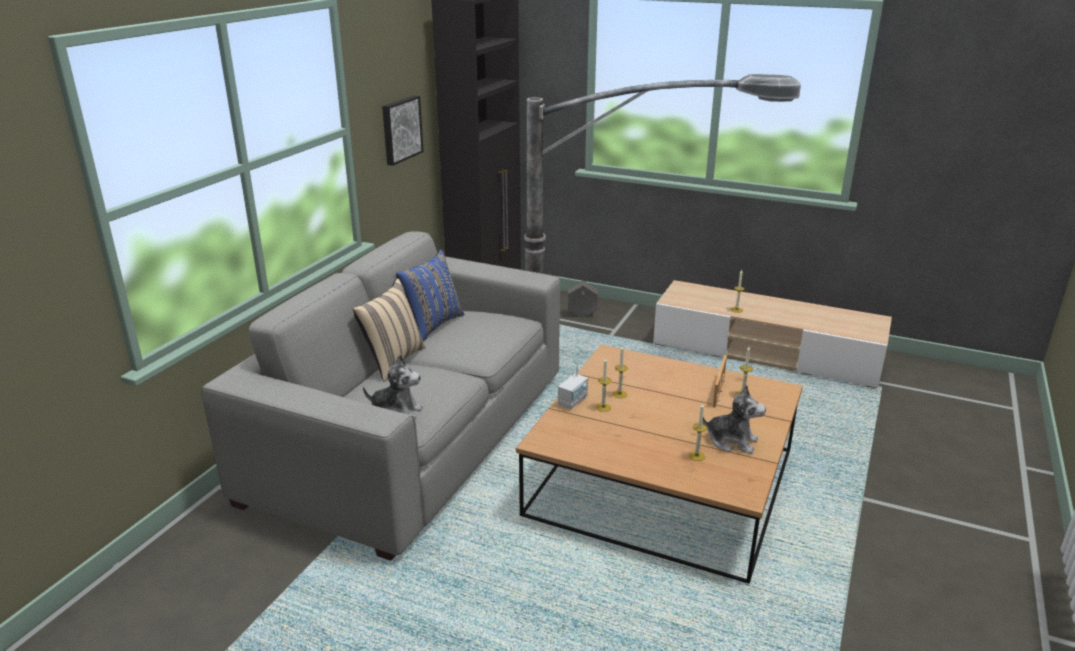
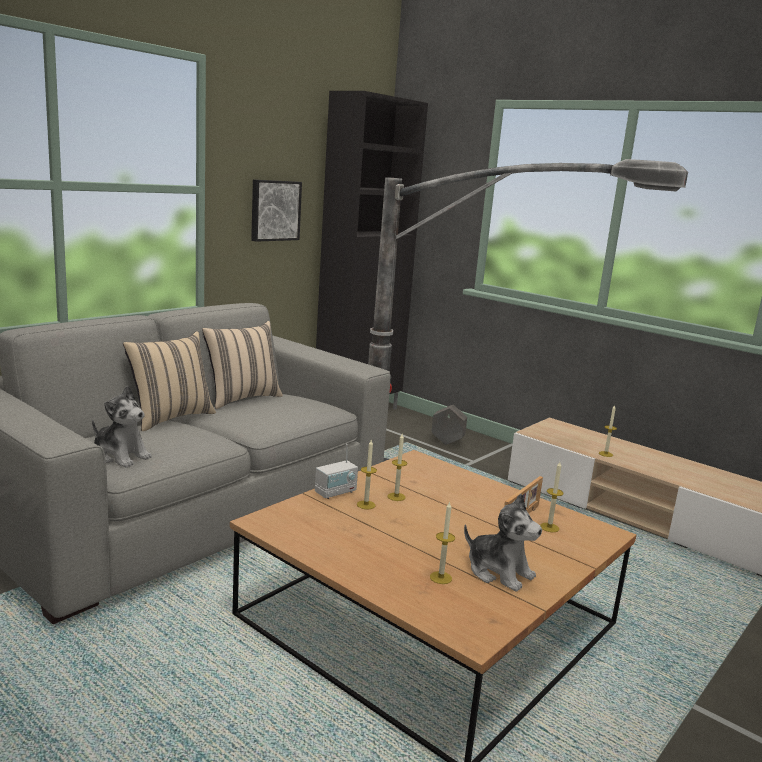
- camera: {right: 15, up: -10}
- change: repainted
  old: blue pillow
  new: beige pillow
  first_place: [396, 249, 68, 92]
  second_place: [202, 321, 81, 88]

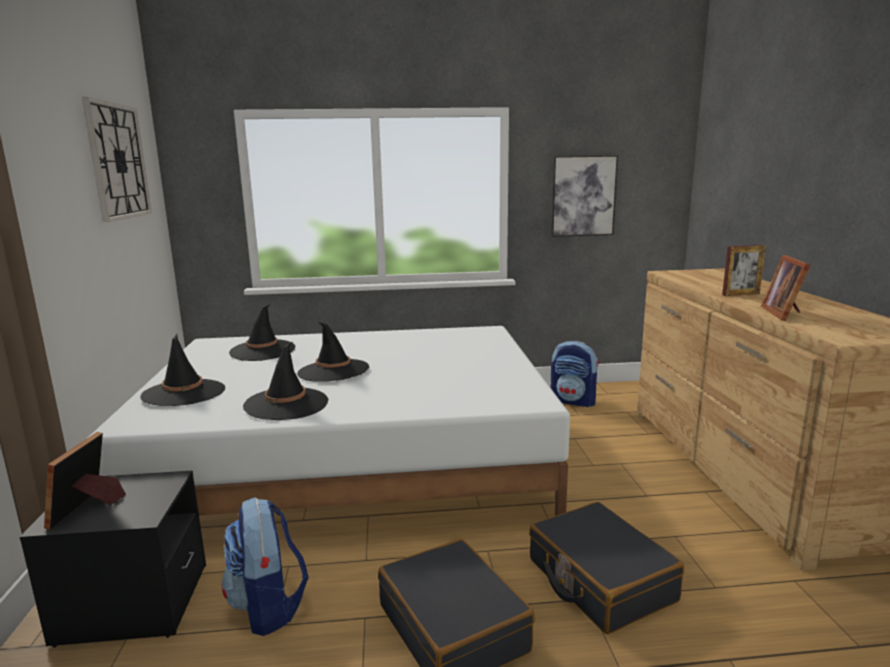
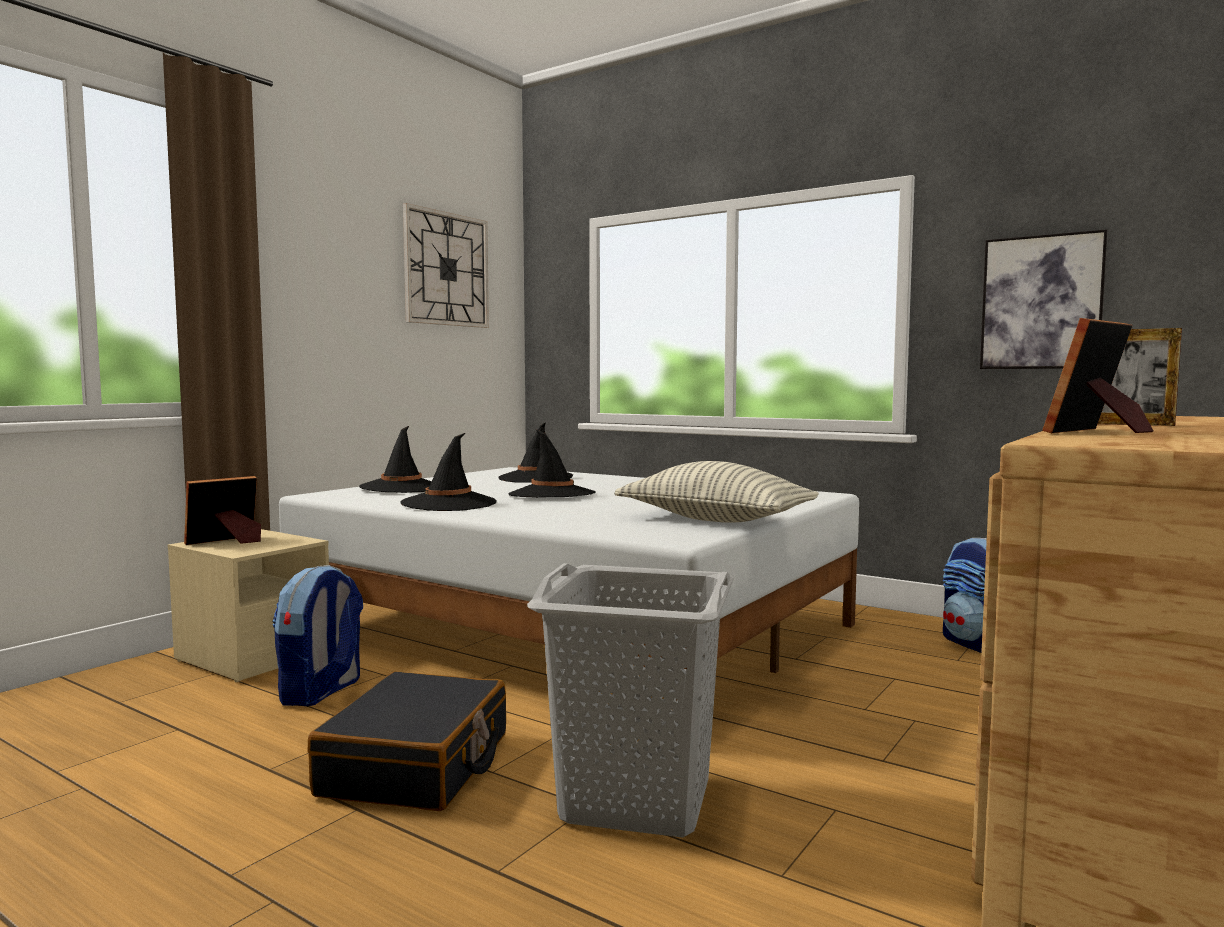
- camera: {right: 40, up: -10}
- change: repainted
  old: black nightstand
  new: beige nightstand
  first_place: [20, 471, 186, 177]
  second_place: [168, 529, 161, 153]
- change: swapped
  old: black suitcase
  new: grey laundry basket
  first_place: [529, 502, 155, 132]
  second_place: [527, 563, 206, 275]
- change: new
  new: pillow
  second_place: [614, 461, 205, 62]

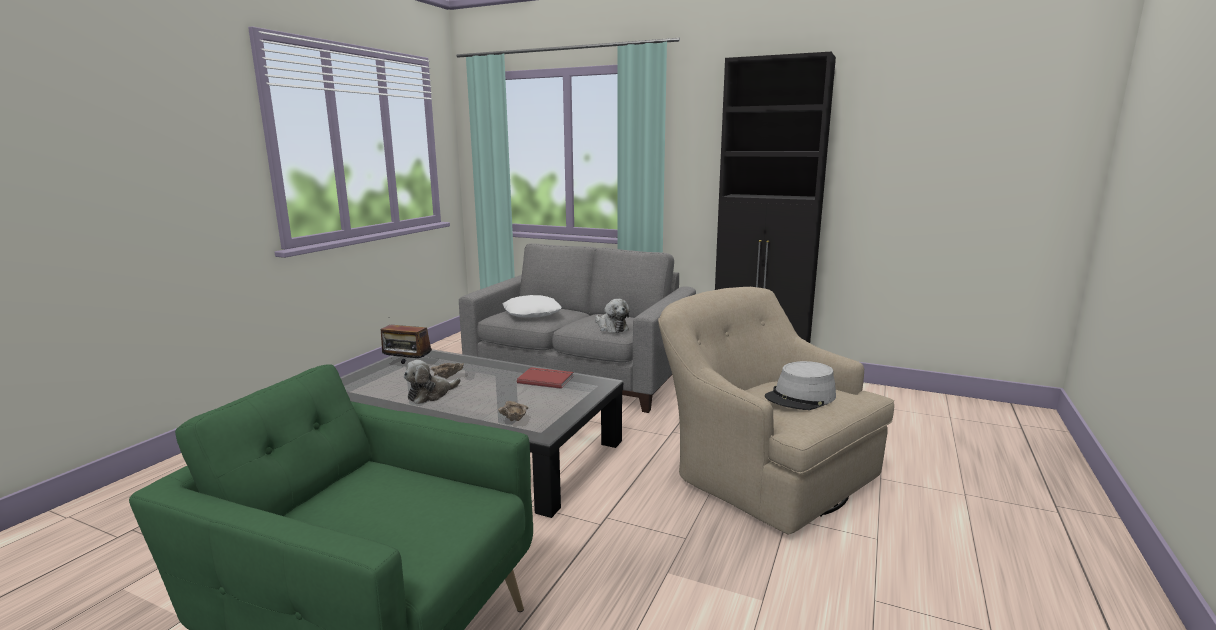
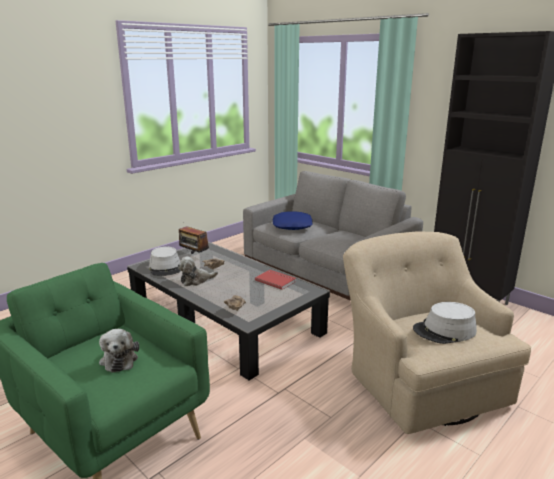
- camera: {right: 20, up: 5}
- change: repainted
  old: white pillow
  new: blue pillow
  first_place: [502, 295, 60, 23]
  second_place: [273, 212, 40, 18]
- change: shifted
  old: plush toy
  first_place: [595, 299, 35, 34]
  second_place: [99, 329, 40, 44]
- change: new
  new: grey hat
  second_place: [149, 246, 31, 30]

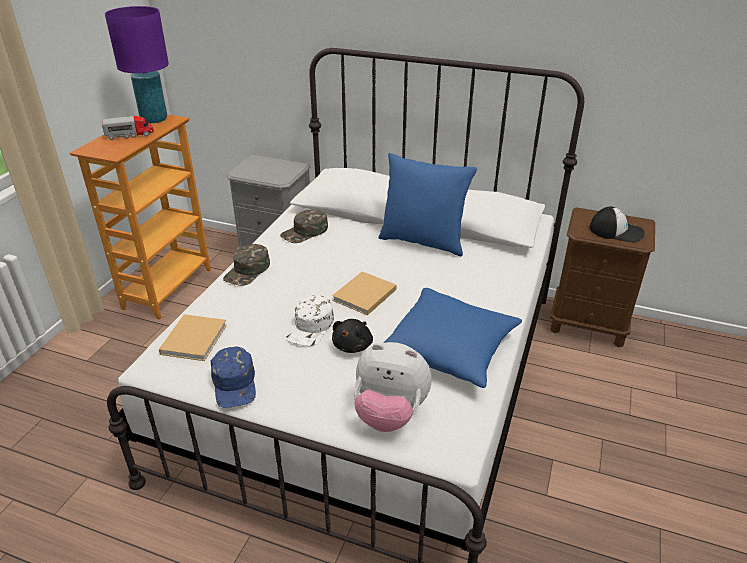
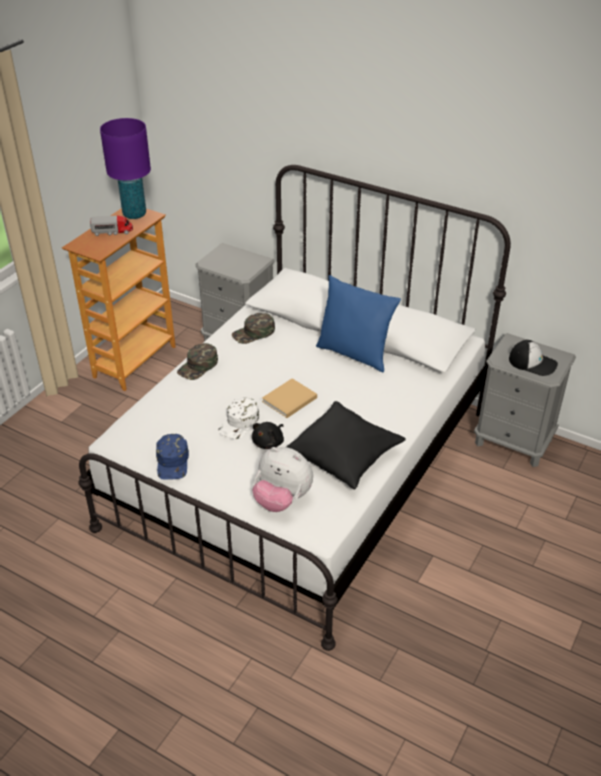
- camera: {right: 10, up: 5}
- change: repainted
  old: brown nightstand
  new: grey nightstand
  first_place: [550, 207, 105, 141]
  second_place: [474, 333, 102, 134]
- change: repainted
  old: blue pillow
  new: black pillow
  first_place: [384, 288, 138, 100]
  second_place: [286, 401, 120, 89]
- change: gone
  old: beige book
  first_place: [159, 314, 68, 47]

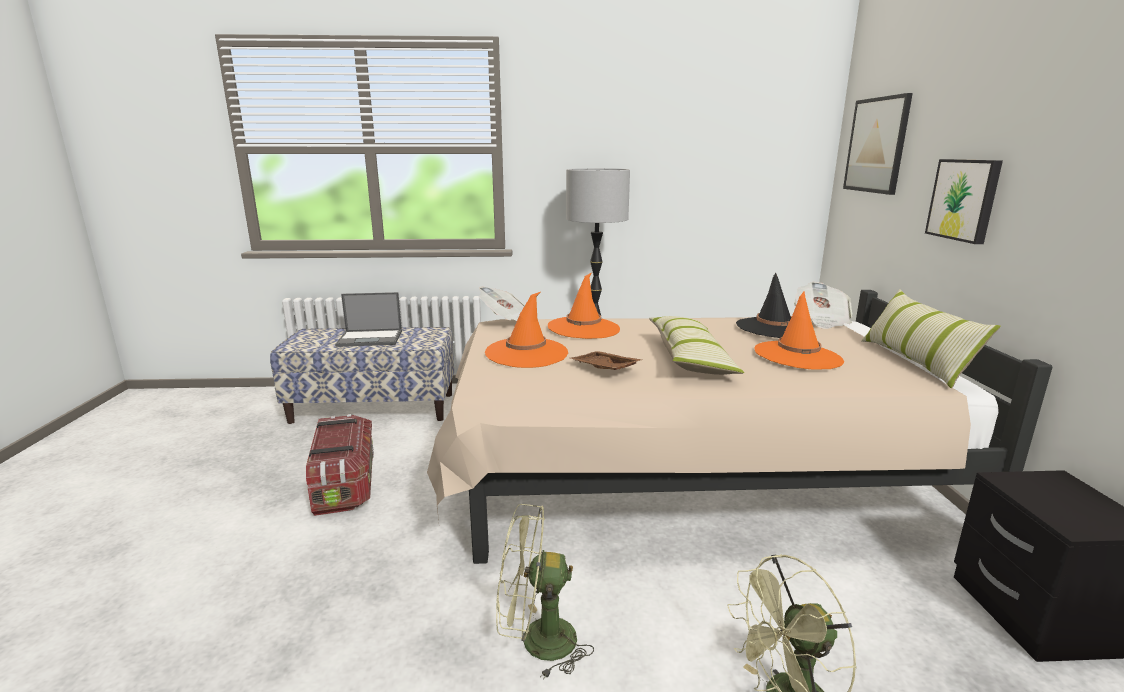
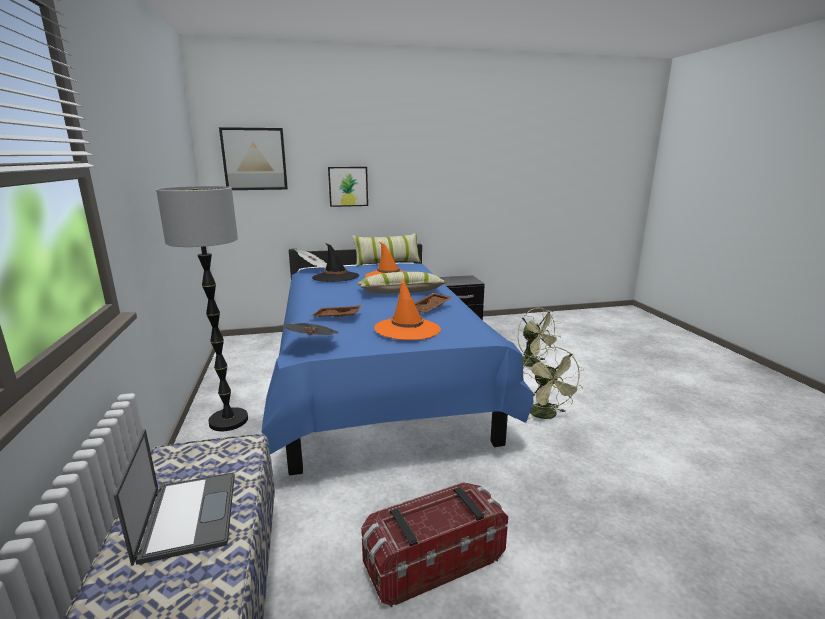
- camera: {right: -100, up: 0}
- change: swapped
  old: orange hat
  new: brown tray
  first_place: [548, 272, 72, 67]
  second_place: [311, 305, 52, 12]
- change: repainted
  old: beige bed
  new: blue bed
  first_place: [427, 290, 625, 274]
  second_place: [261, 244, 272, 232]

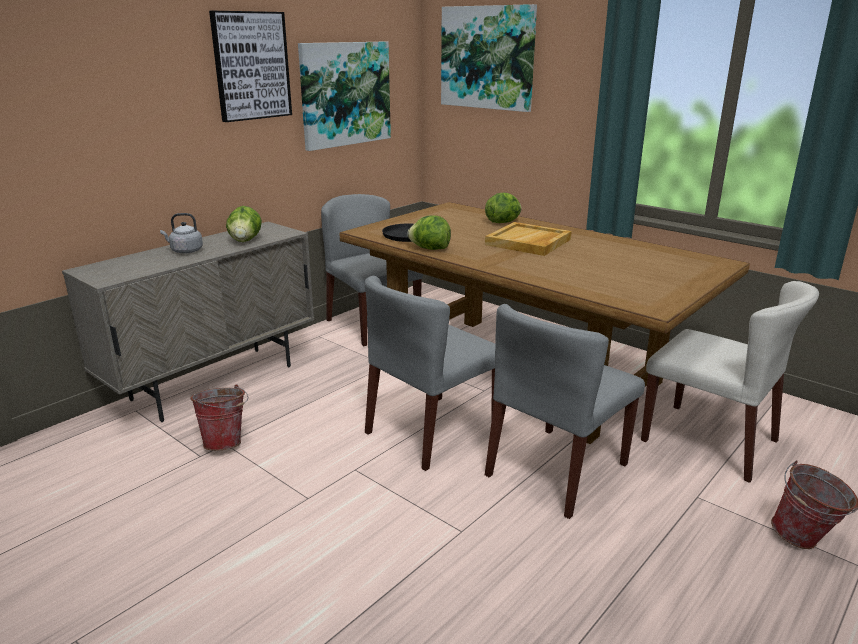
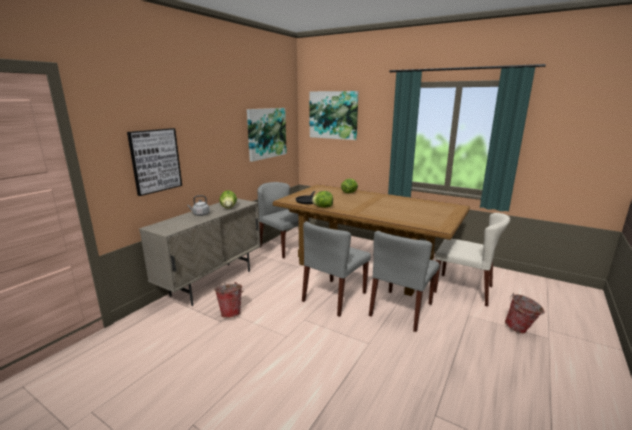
- camera: {right: -10, up: -5}
- change: shifted
  old: picture
  first_place: [209, 11, 83, 111]
  second_place: [127, 128, 55, 68]
- change: gone
  old: beige tray
  first_place: [485, 222, 87, 34]

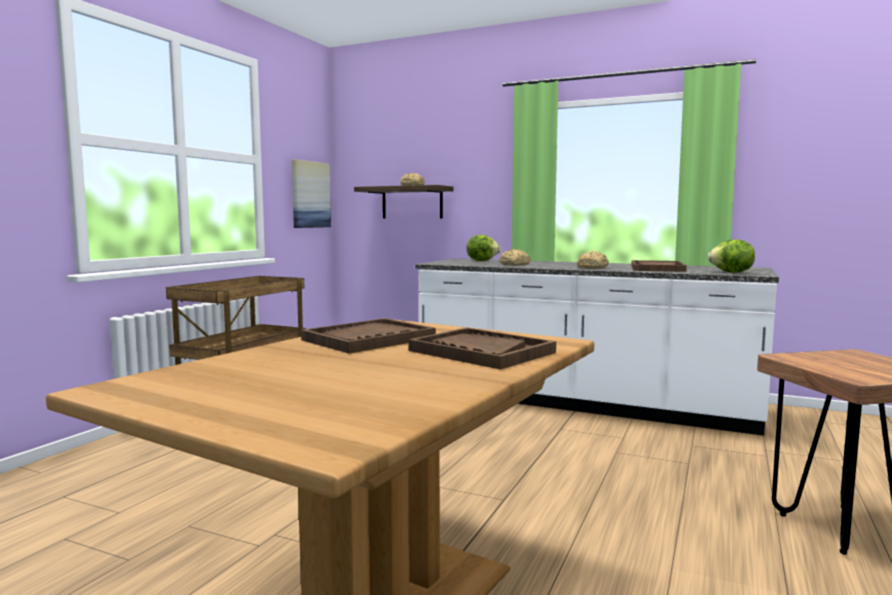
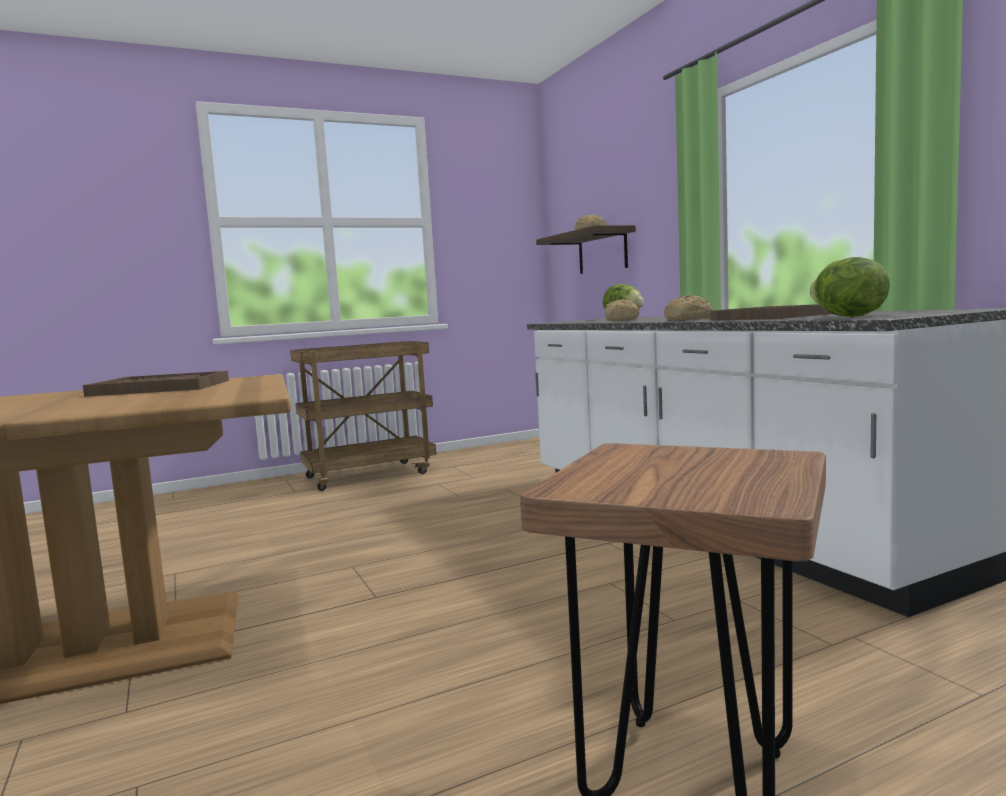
- camera: {right: 40, up: 0}
- change: gone
  old: picture
  first_place: [292, 159, 39, 69]
- change: gone
  old: brown tray
  first_place: [408, 328, 148, 42]

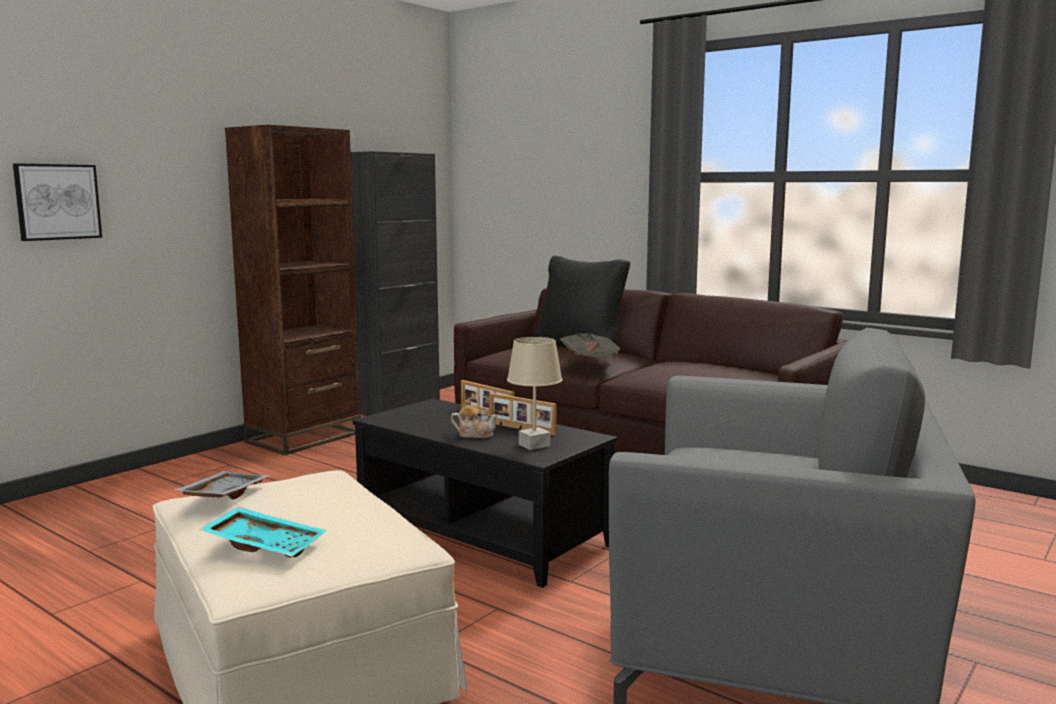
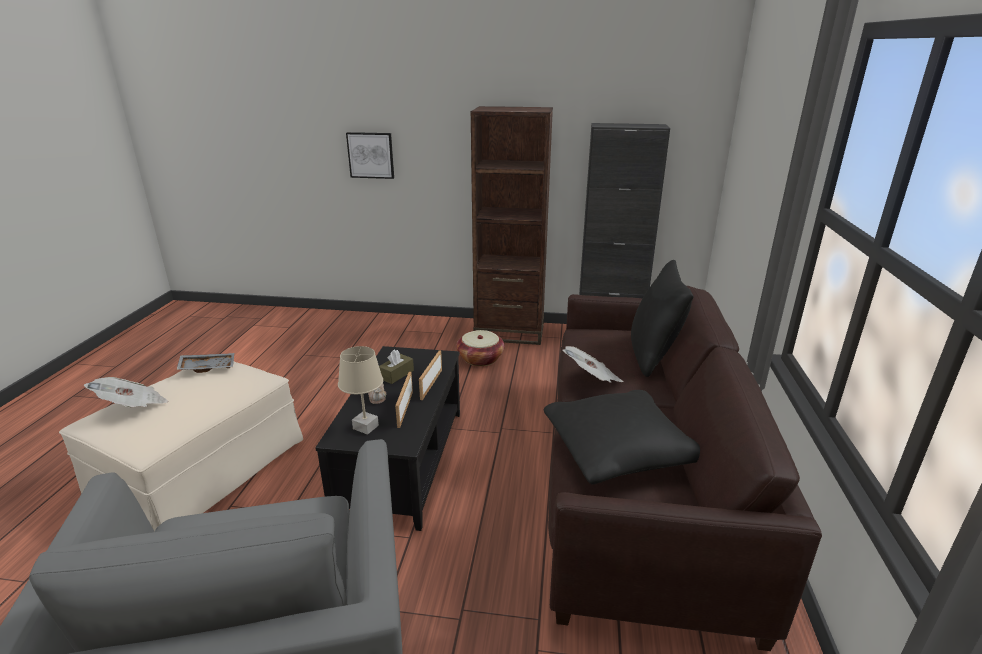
- camera: {right: 60, up: 15}
- change: swapped
  old: turquoise tray
  new: newspaper
  first_place: [199, 507, 128, 51]
  second_place: [84, 377, 85, 31]
- change: new
  new: basket
  second_place: [457, 330, 47, 36]
- change: new
  new: brown tissue box
  second_place: [379, 349, 35, 35]
- change: new
  new: black pillow
  second_place: [544, 390, 156, 94]

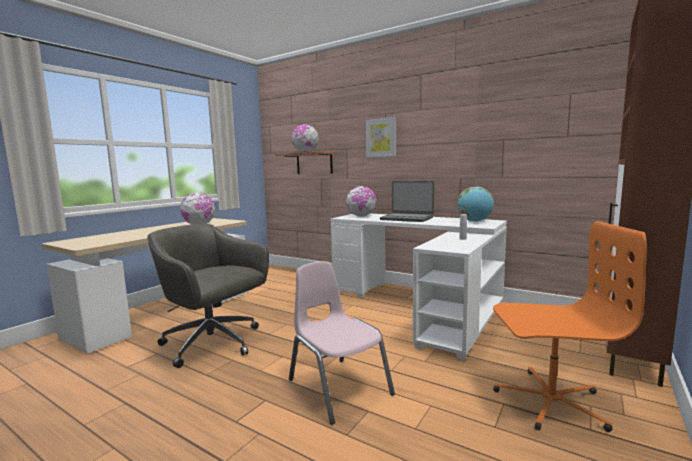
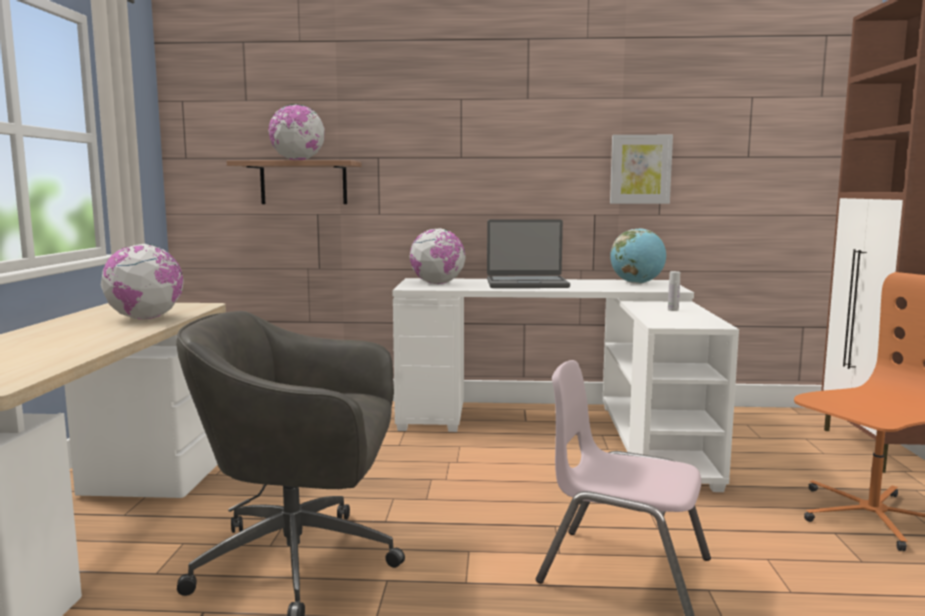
- camera: {right: -30, up: 0}
- change: shifted
  old: picture
  first_place: [366, 117, 30, 41]
  second_place: [610, 135, 63, 69]

